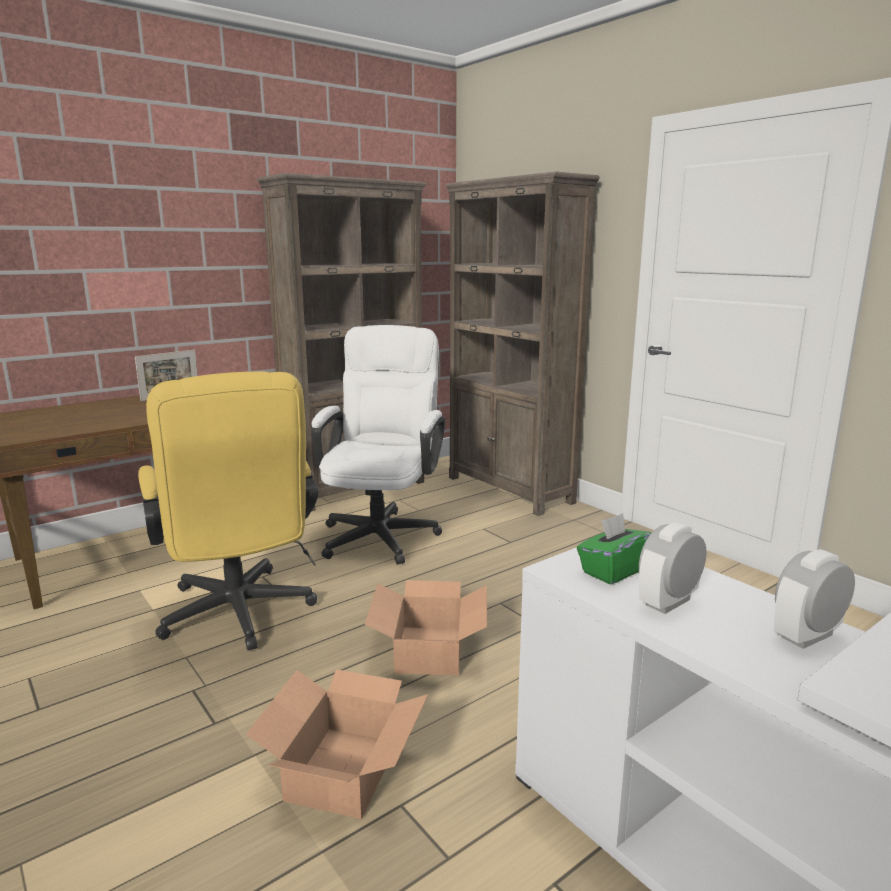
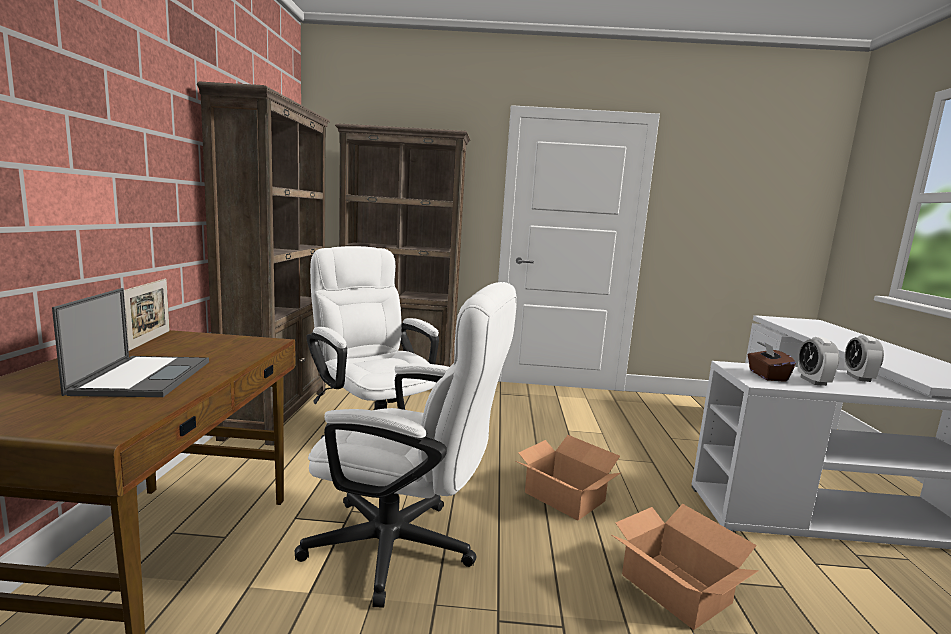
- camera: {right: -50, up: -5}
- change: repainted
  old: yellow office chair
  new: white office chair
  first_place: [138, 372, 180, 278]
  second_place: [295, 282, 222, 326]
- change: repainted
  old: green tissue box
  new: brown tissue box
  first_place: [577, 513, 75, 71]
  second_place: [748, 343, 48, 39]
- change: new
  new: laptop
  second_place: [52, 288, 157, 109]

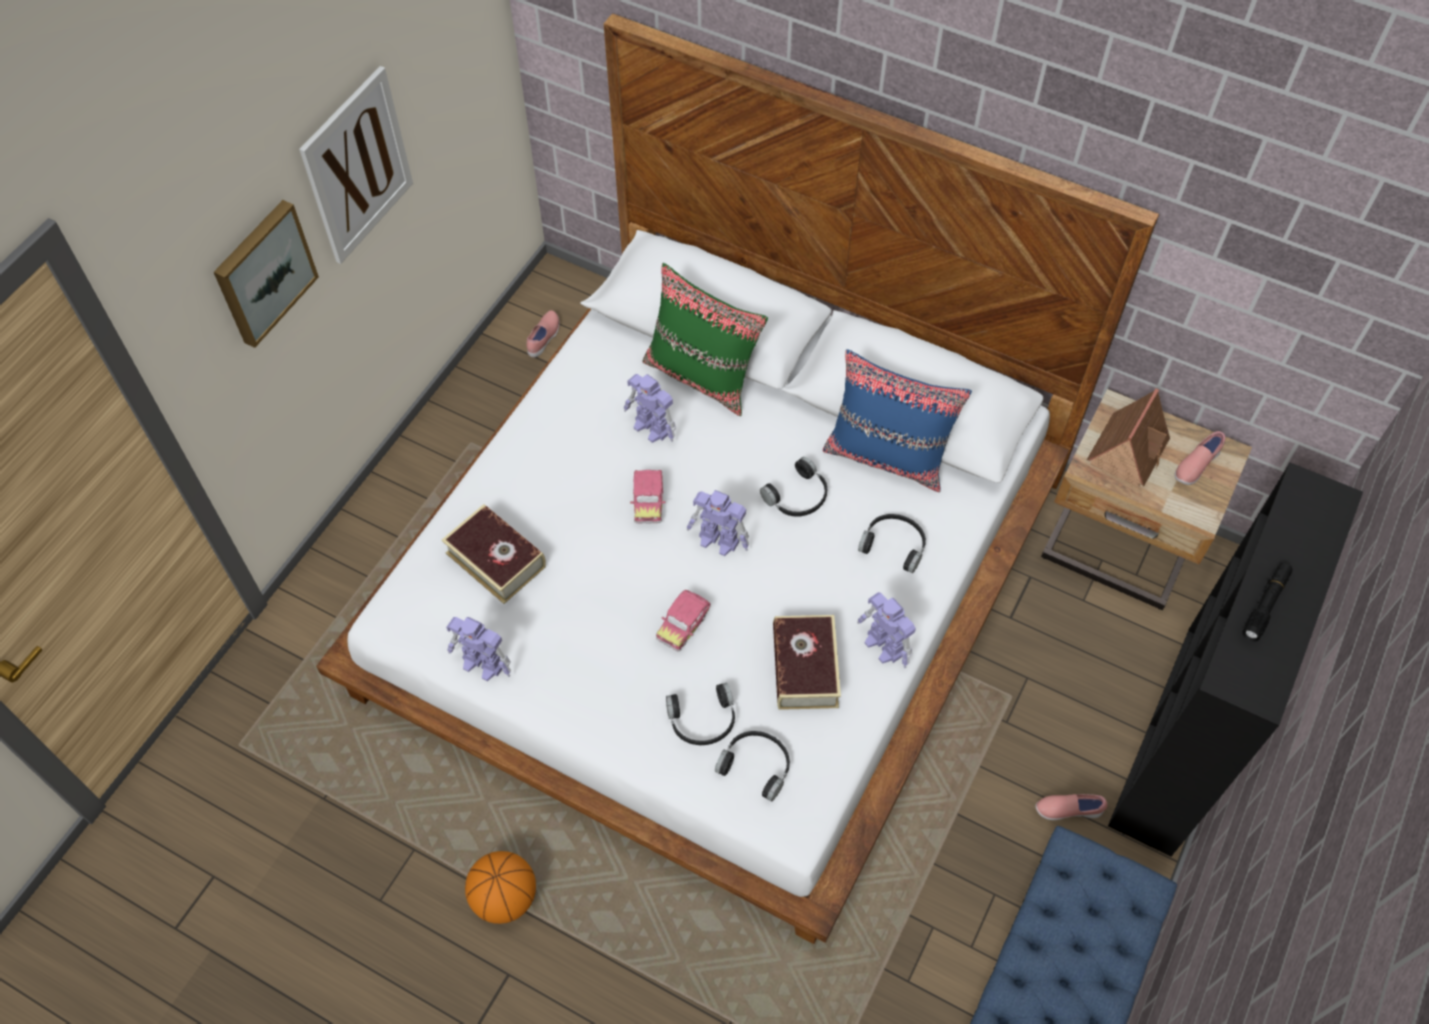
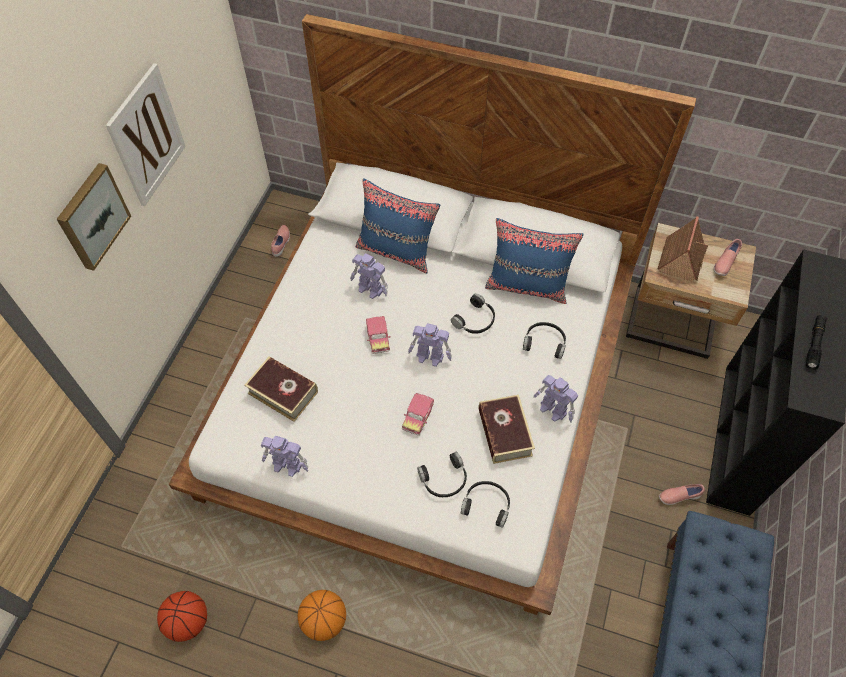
- camera: {right: -10, up: 0}
- change: repainted
  old: green pillow
  new: blue pillow
  first_place: [642, 263, 126, 153]
  second_place: [356, 178, 84, 95]
- change: new
  new: basketball
  second_place: [157, 591, 50, 51]

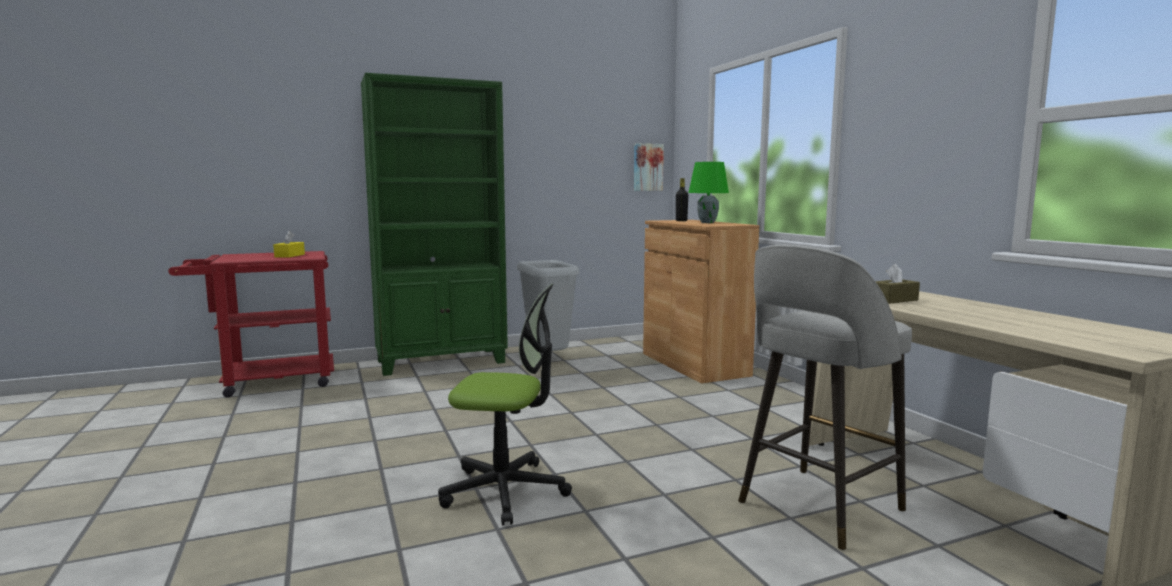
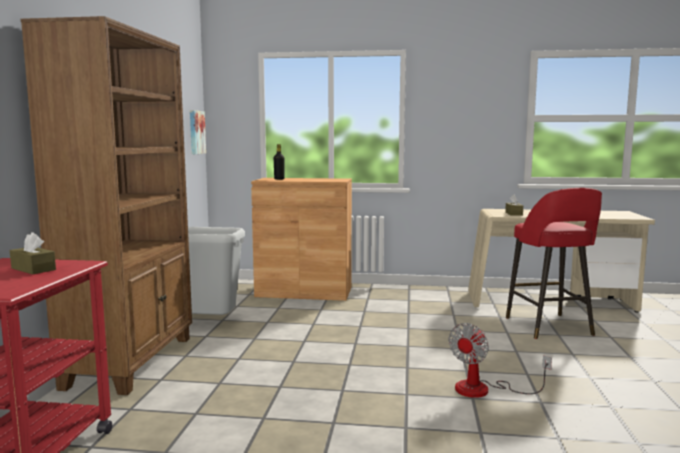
- camera: {right: -60, up: 0}
- change: repainted
  old: green bookcase
  new: brown bookcase
  first_place: [361, 73, 147, 303]
  second_place: [21, 16, 171, 379]
- change: gone
  old: green table lamp
  first_place: [689, 162, 40, 61]
- change: repainted
  old: yellow tissue box
  new: brown tissue box
  first_place: [273, 231, 32, 27]
  second_place: [10, 232, 46, 42]
- change: repainted
  old: grey stool
  new: red stool
  first_place: [738, 245, 174, 306]
  second_place: [506, 188, 96, 151]
- change: swapped
  old: office chair
  new: fan
  first_place: [438, 284, 134, 241]
  second_place: [448, 323, 104, 75]

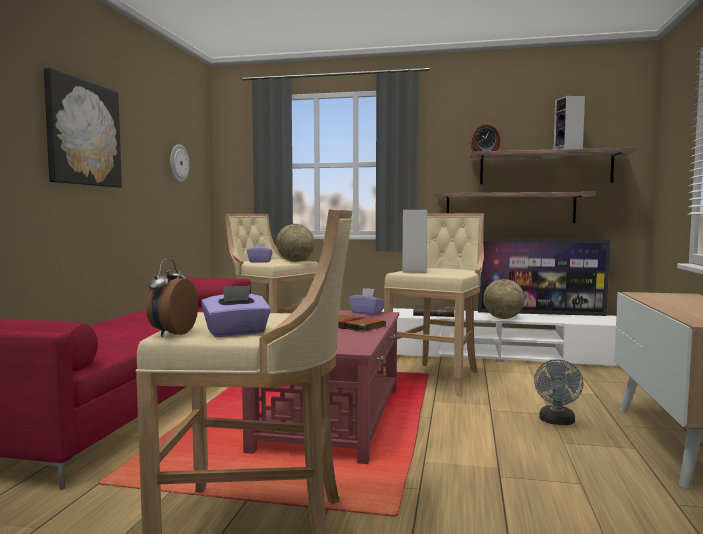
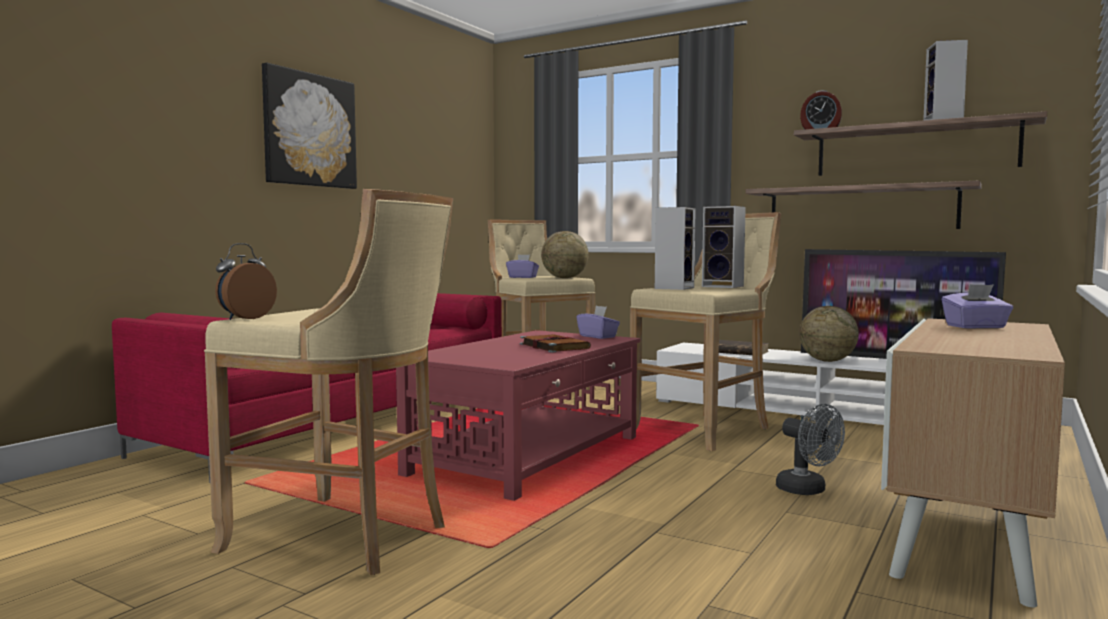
- camera: {right: 20, up: 0}
- change: gone
  old: wall clock
  first_place: [170, 144, 20, 38]
- change: shifted
  old: purple tissue box
  first_place: [201, 285, 70, 52]
  second_place: [942, 284, 71, 45]
- change: rotated
  old: grey fan
  first_place: [534, 359, 49, 66]
  second_place: [776, 404, 69, 91]
  degrees: -75
- change: new
  new: speaker
  second_place: [702, 206, 44, 82]

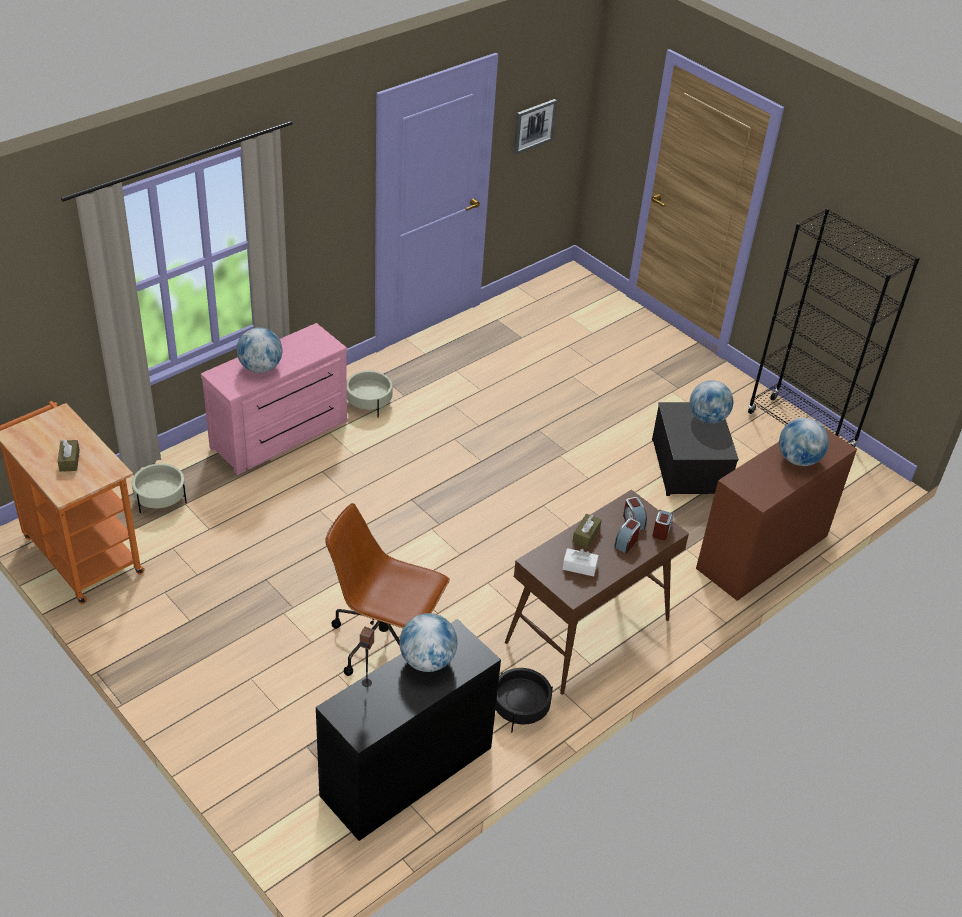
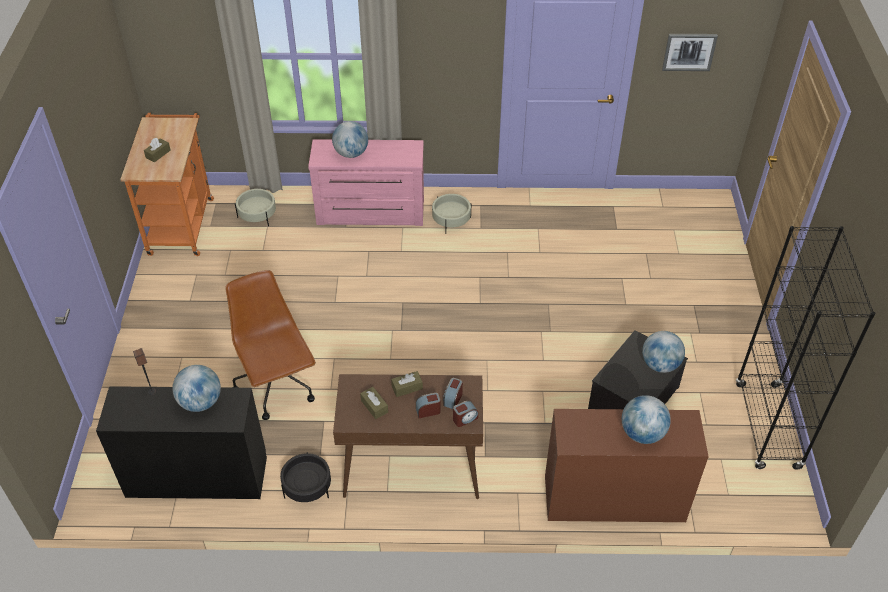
- camera: {right: 45, up: 5}
- change: repainted
  old: white tissue box
  new: brown tissue box
  first_place: [562, 548, 37, 28]
  second_place: [360, 387, 28, 32]

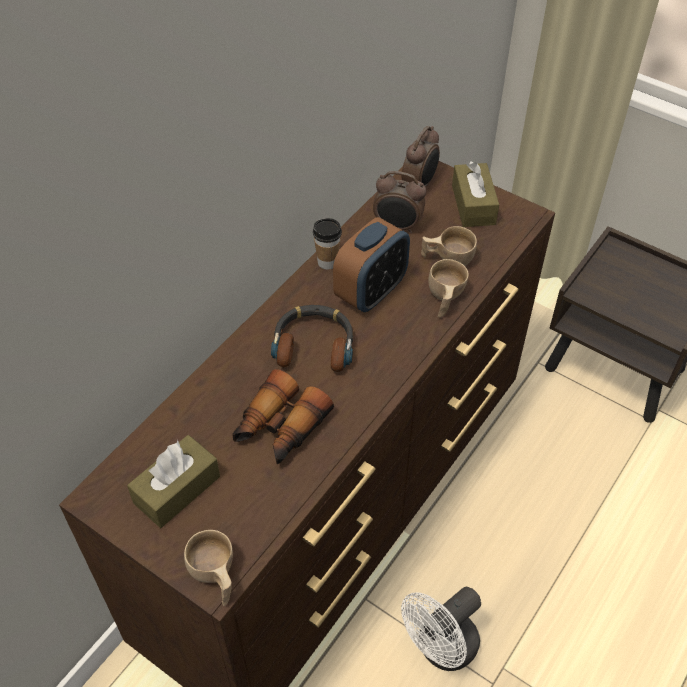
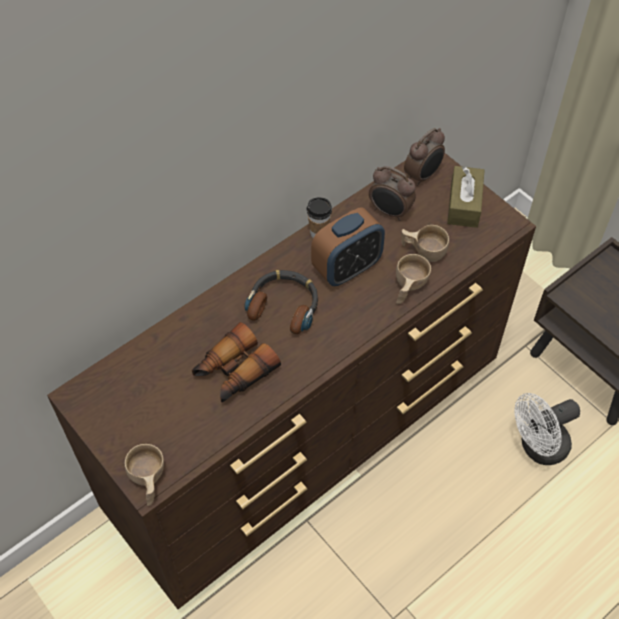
- camera: {right: 15, up: 5}
- change: gone
  old: brown tissue box
  first_place: [127, 435, 93, 93]
- change: shifted
  old: white fan
  first_place: [401, 587, 80, 84]
  second_place: [514, 393, 66, 72]

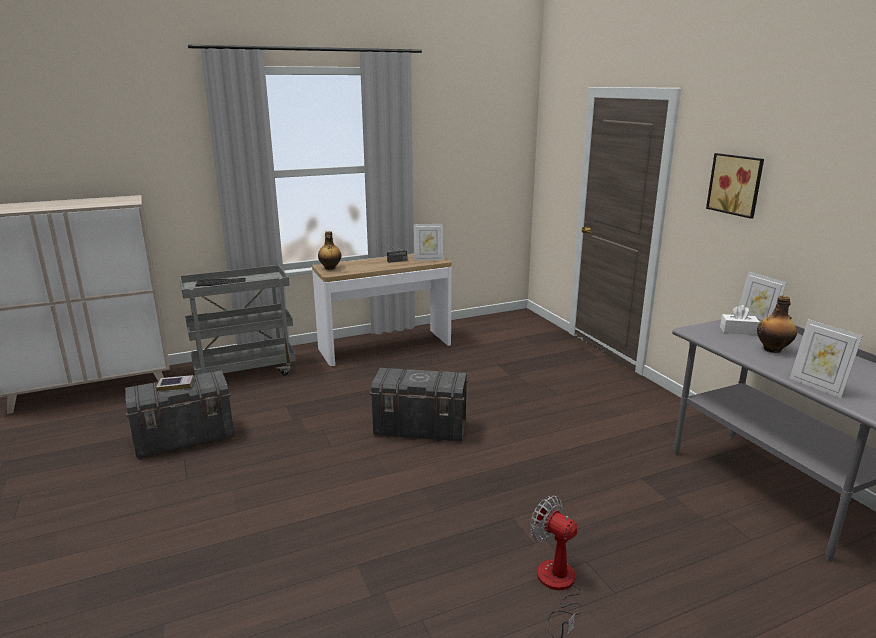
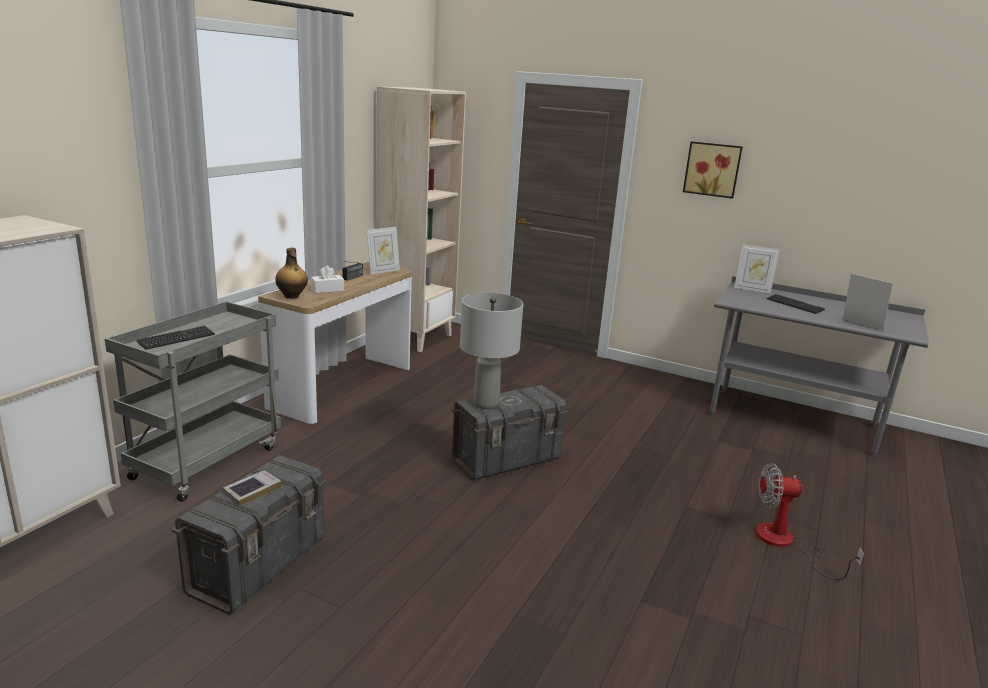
- camera: {right: -40, up: 0}
- change: swapped
  old: bottle
  new: keyboard
  first_place: [757, 296, 40, 57]
  second_place: [766, 294, 59, 20]
- change: shifted
  old: white tissue box
  first_place: [720, 305, 40, 30]
  second_place: [311, 265, 33, 28]
- change: rotated
  old: picture frame
  first_place: [790, 319, 73, 79]
  second_place: [843, 273, 50, 58]
  degrees: -150
- change: new
  new: beige bookcase
  second_place: [376, 87, 90, 265]
- change: new
  new: grey table lamp
  second_place: [460, 293, 63, 116]

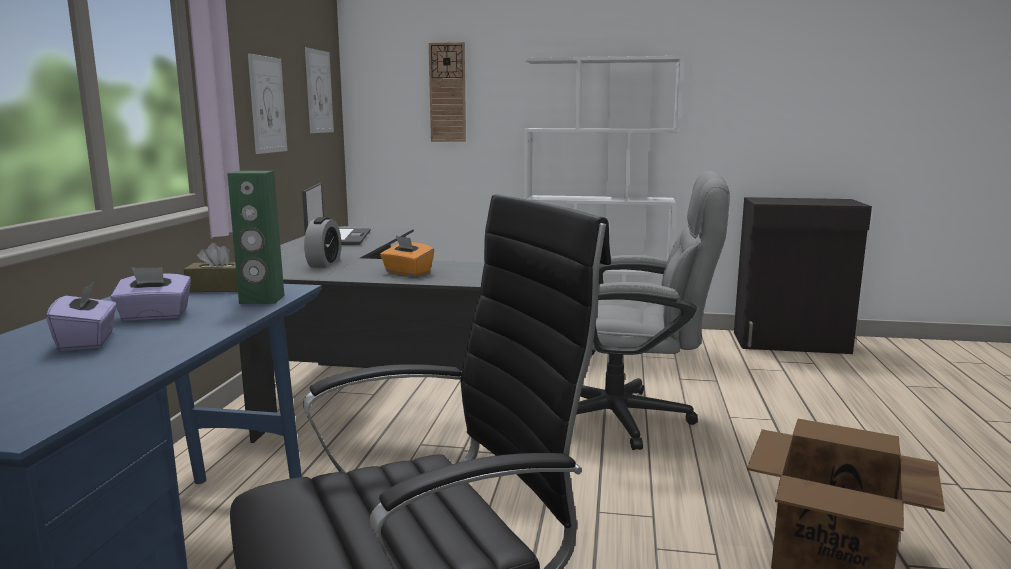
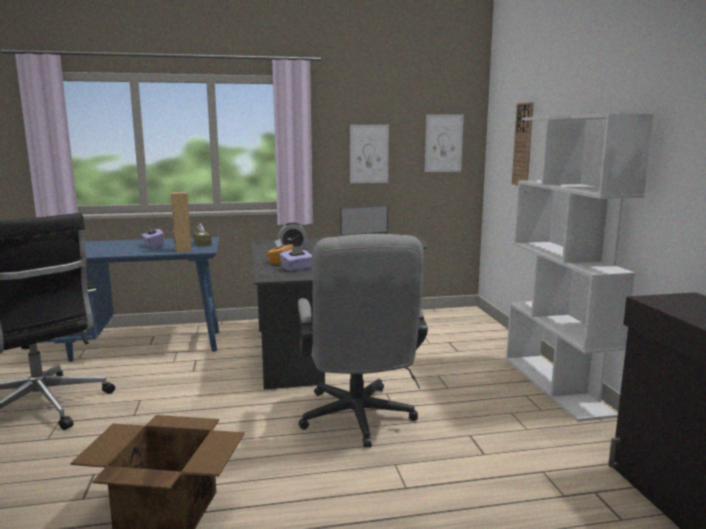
- camera: {right: 70, up: 0}
- change: repainted
  old: green speaker
  new: brown speaker
  first_place: [227, 171, 58, 133]
  second_place: [171, 192, 20, 61]
- change: shifted
  old: purple tissue box
  first_place: [46, 282, 71, 69]
  second_place: [279, 246, 33, 26]

